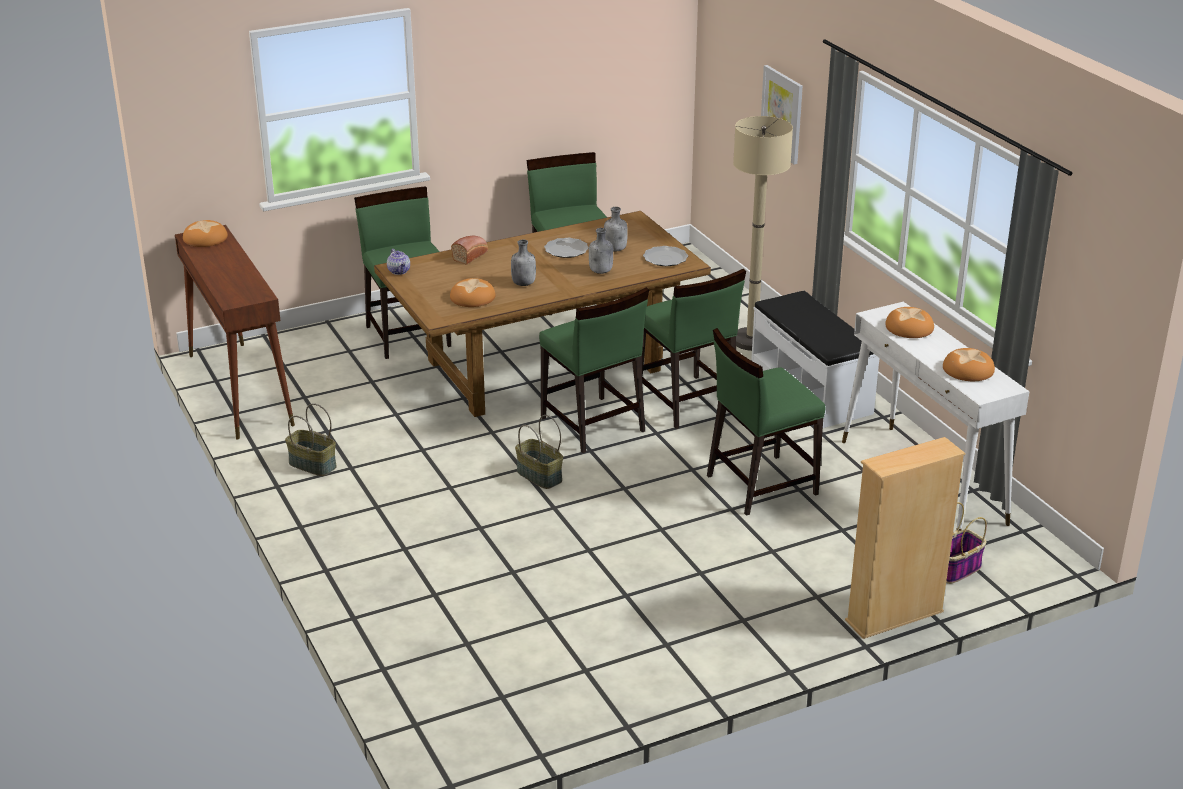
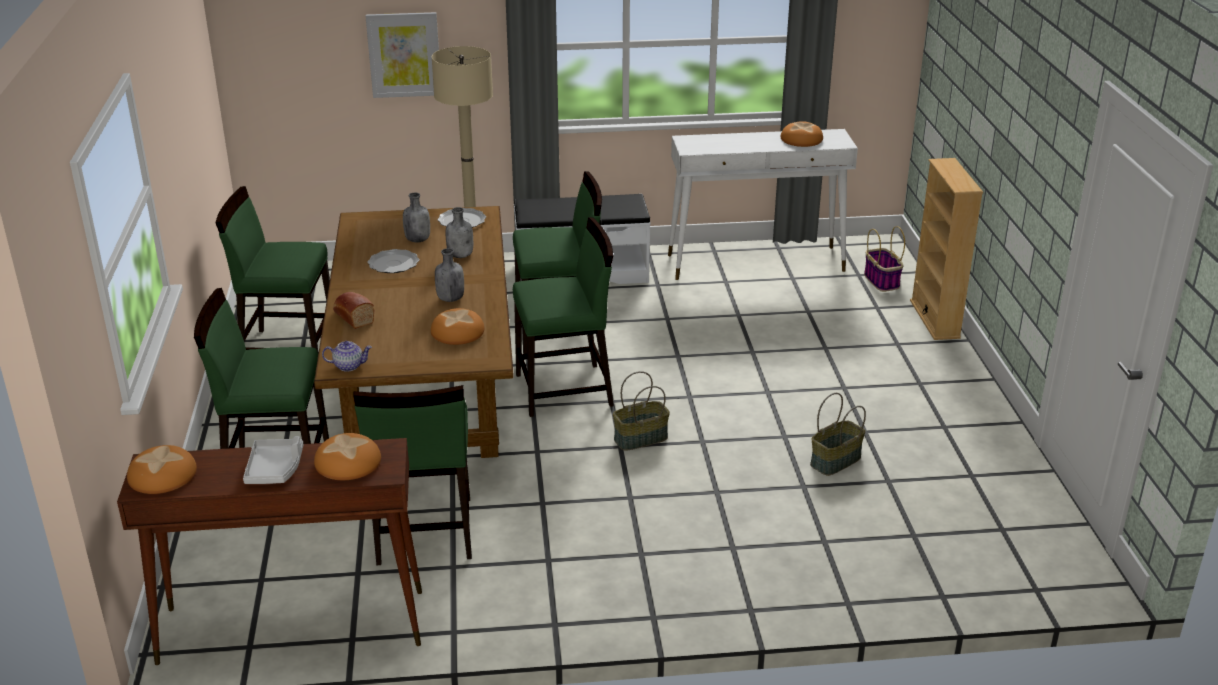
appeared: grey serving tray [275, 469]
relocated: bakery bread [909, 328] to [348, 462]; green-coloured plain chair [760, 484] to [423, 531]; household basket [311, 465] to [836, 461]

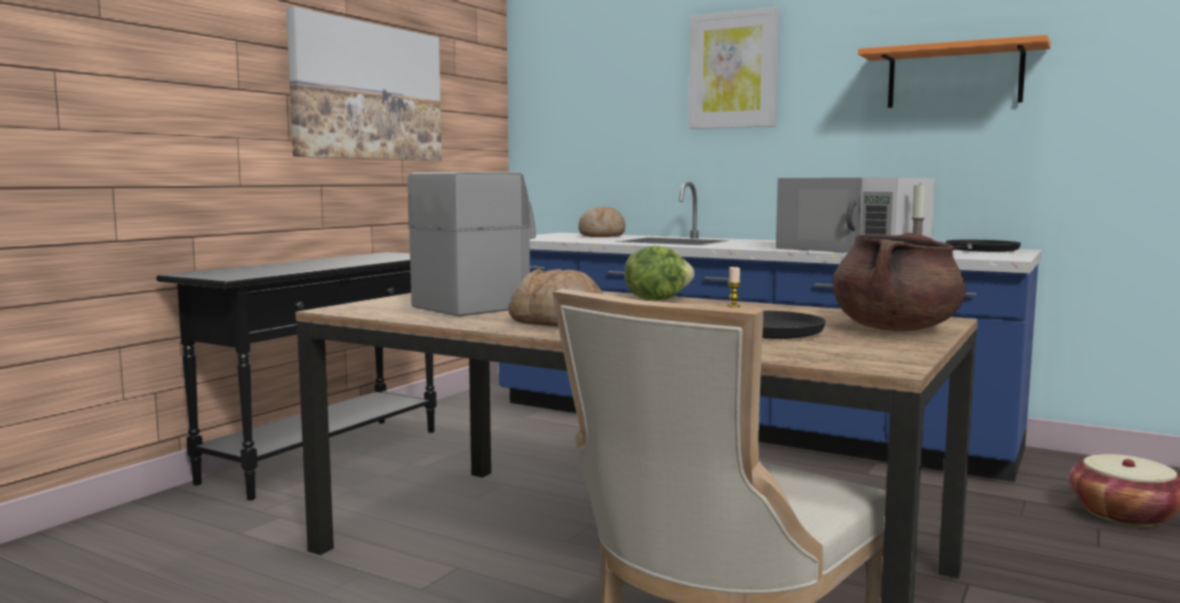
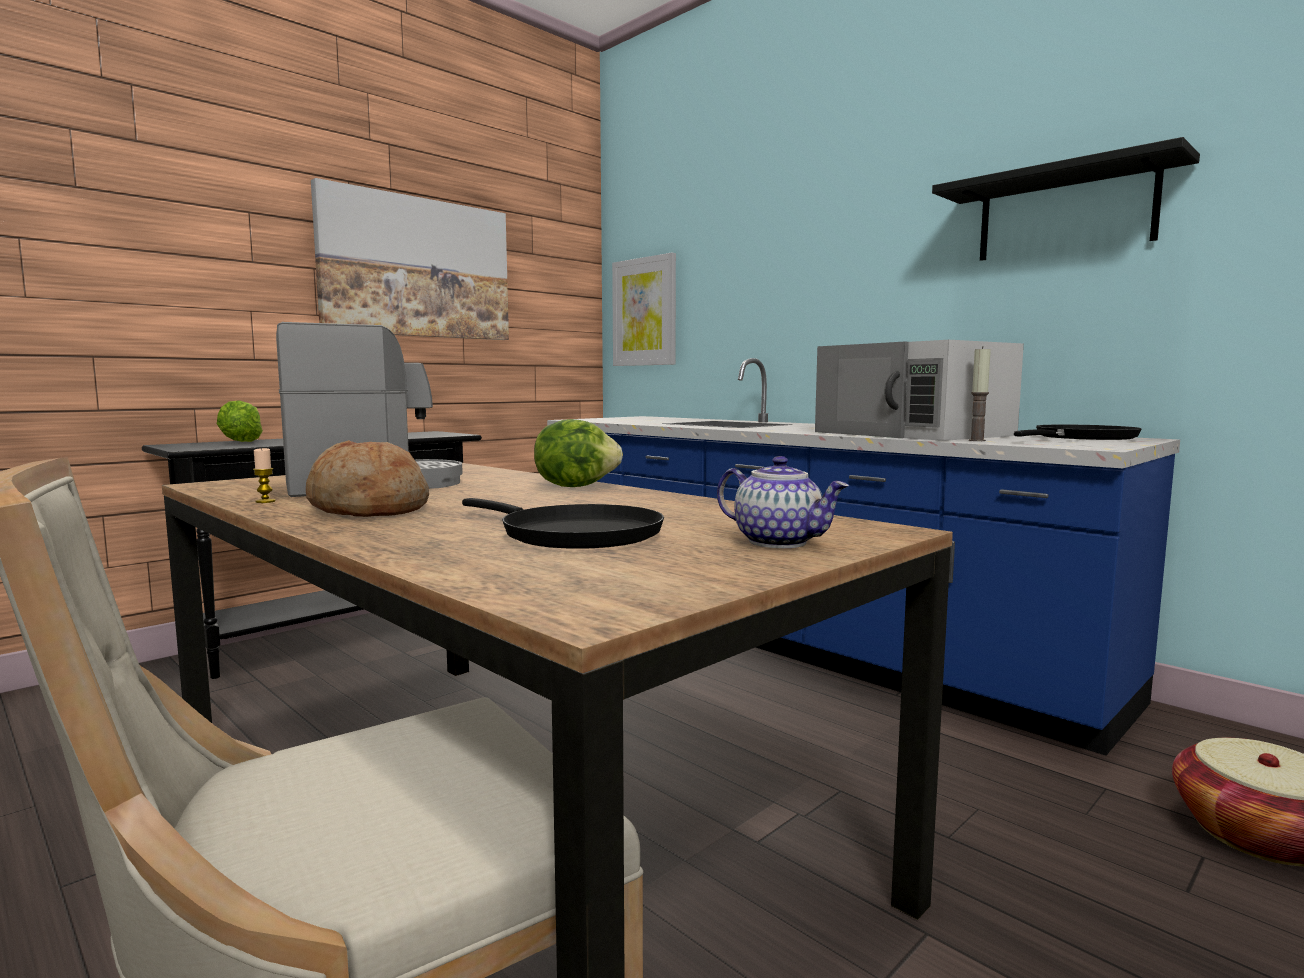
missing: bakery bread [602, 235]
appeared: lettuce head [241, 442]
relocated: wax candle [733, 306] to [265, 501]; picture [733, 70] to [644, 312]
exchanged: brown cooking pot [895, 329] to teapot [780, 542]
colour: orange shelf [954, 77] to black shelf [1065, 214]

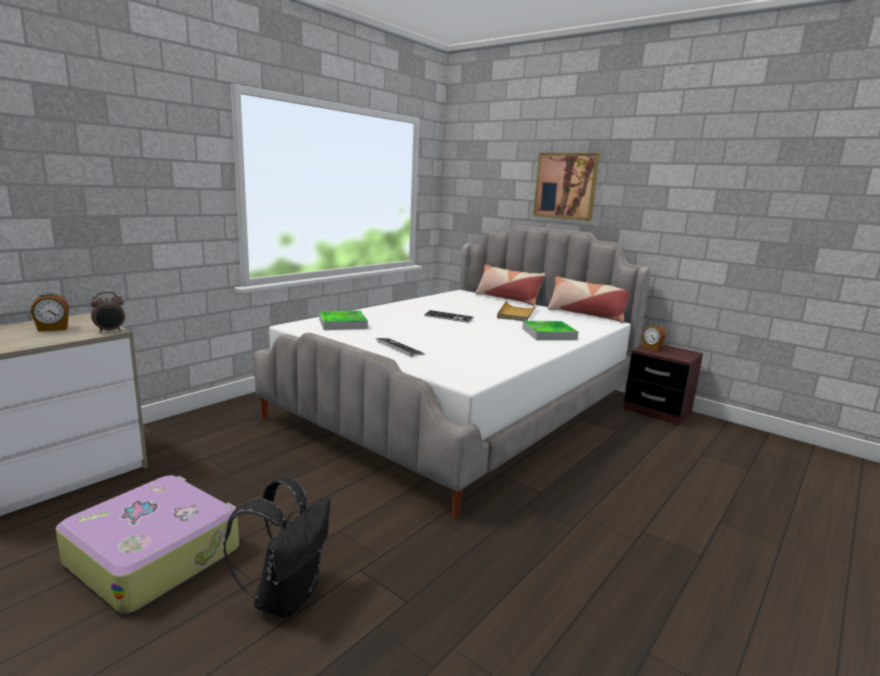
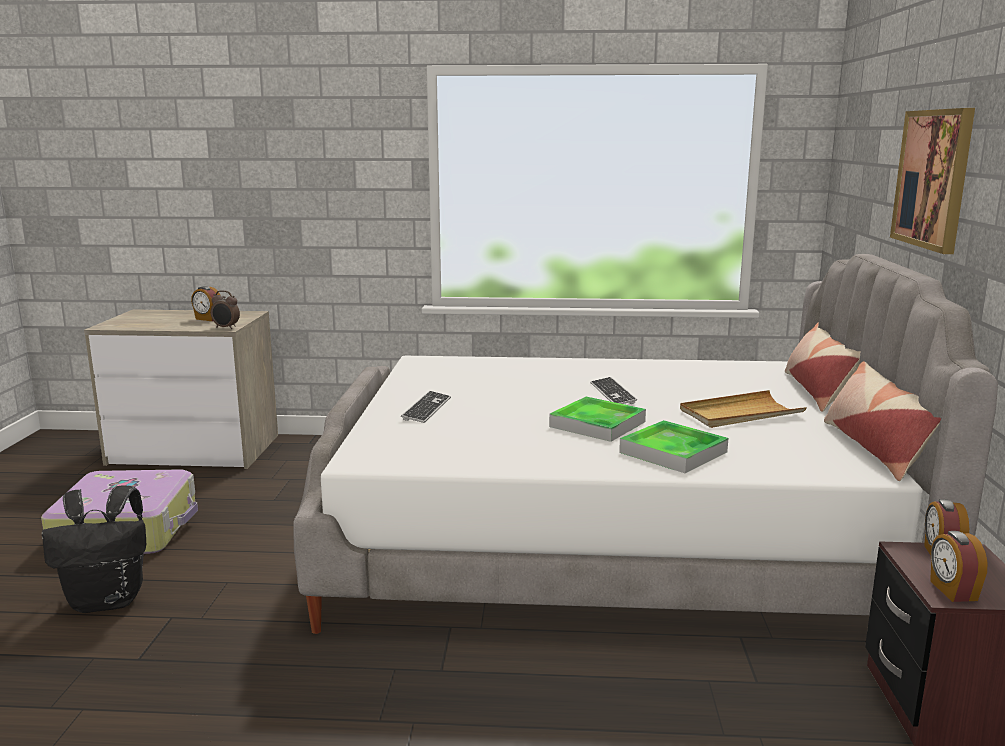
appeared: table clock [952, 591]
relocated: serving tray [342, 324] to [597, 424]

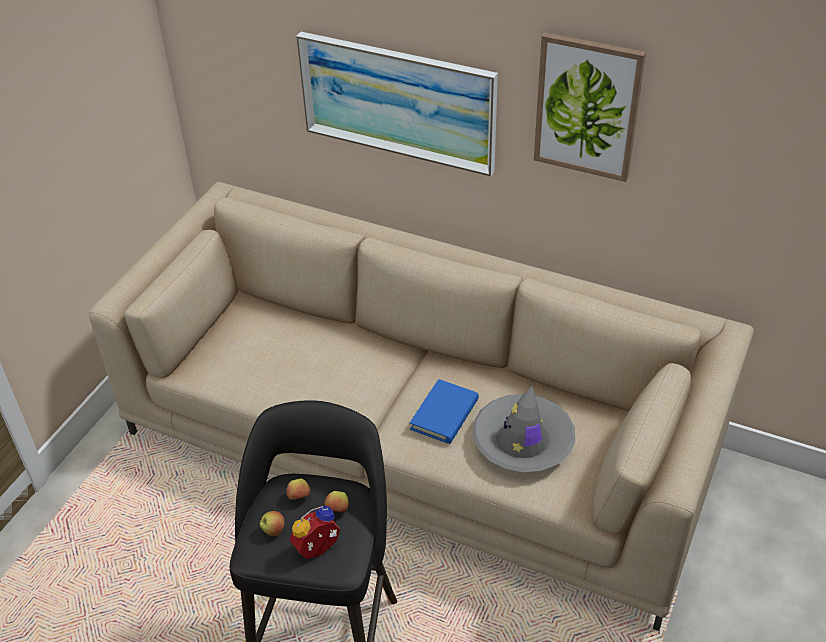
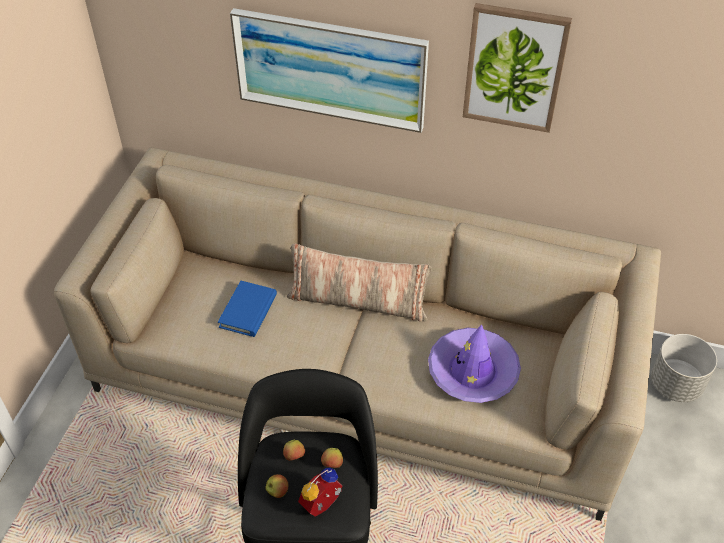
appeared: cushion [358, 301]; grey plant pot [676, 384]
relocated: blue-coloured bound book [444, 414] to [248, 311]
colour: grey clothing hat [523, 441] to purple clothing hat [473, 371]

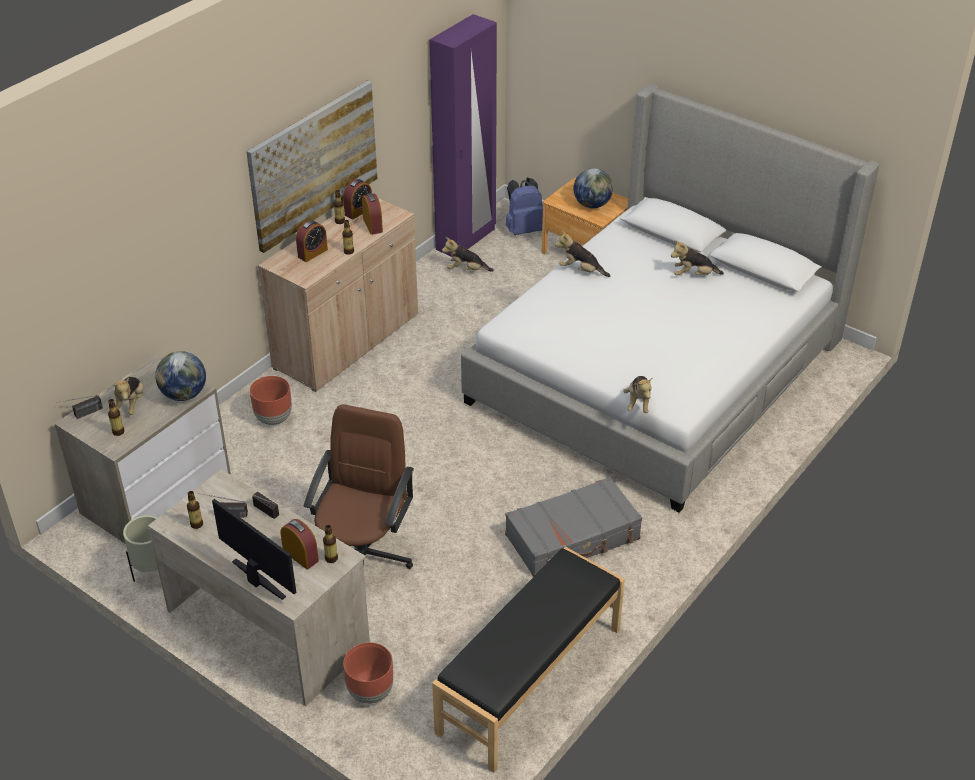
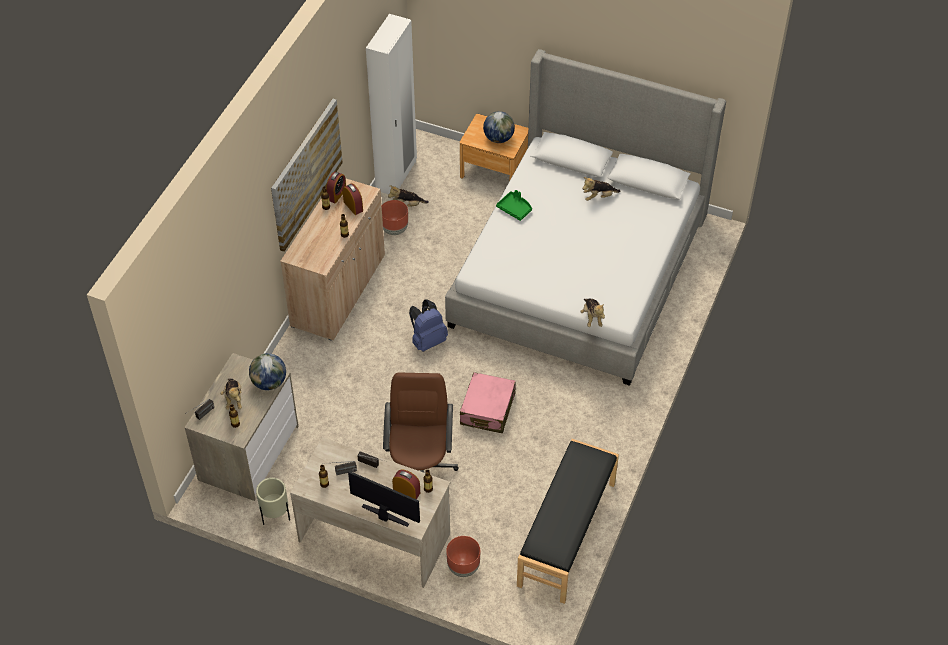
missing: table clock [312, 253]; grey suitcase [573, 538]
appeared: pink-coloured suitcase [487, 409]
relocated: brown plant pot [273, 419] to [394, 230]; blue-coloured rucksack [524, 229] to [427, 340]
exchanged: soft toy [581, 271] to green-coloured serving tray [515, 209]
colour: purple armoire [466, 240] to white-coloured armoire [396, 176]

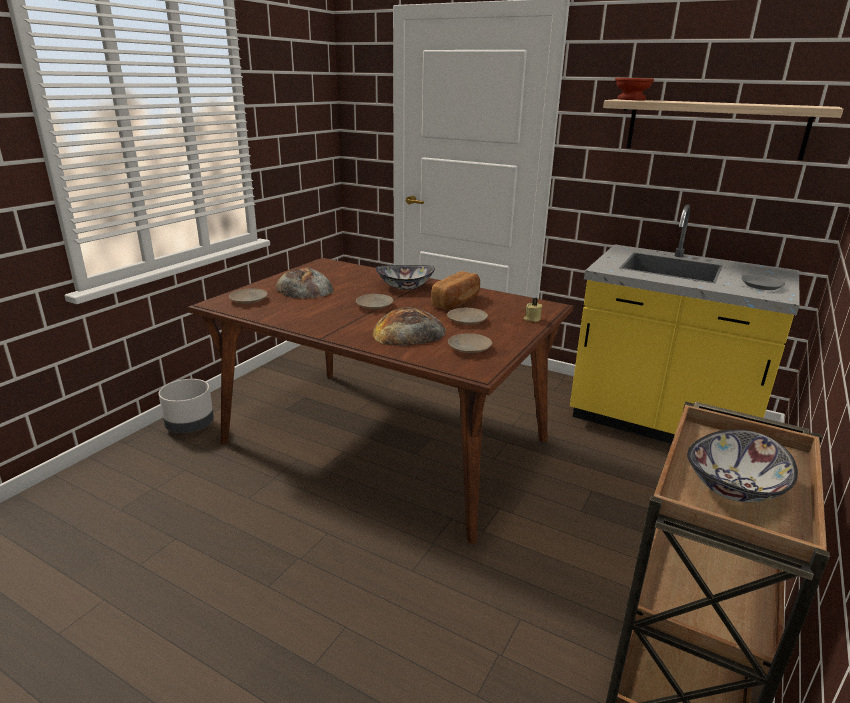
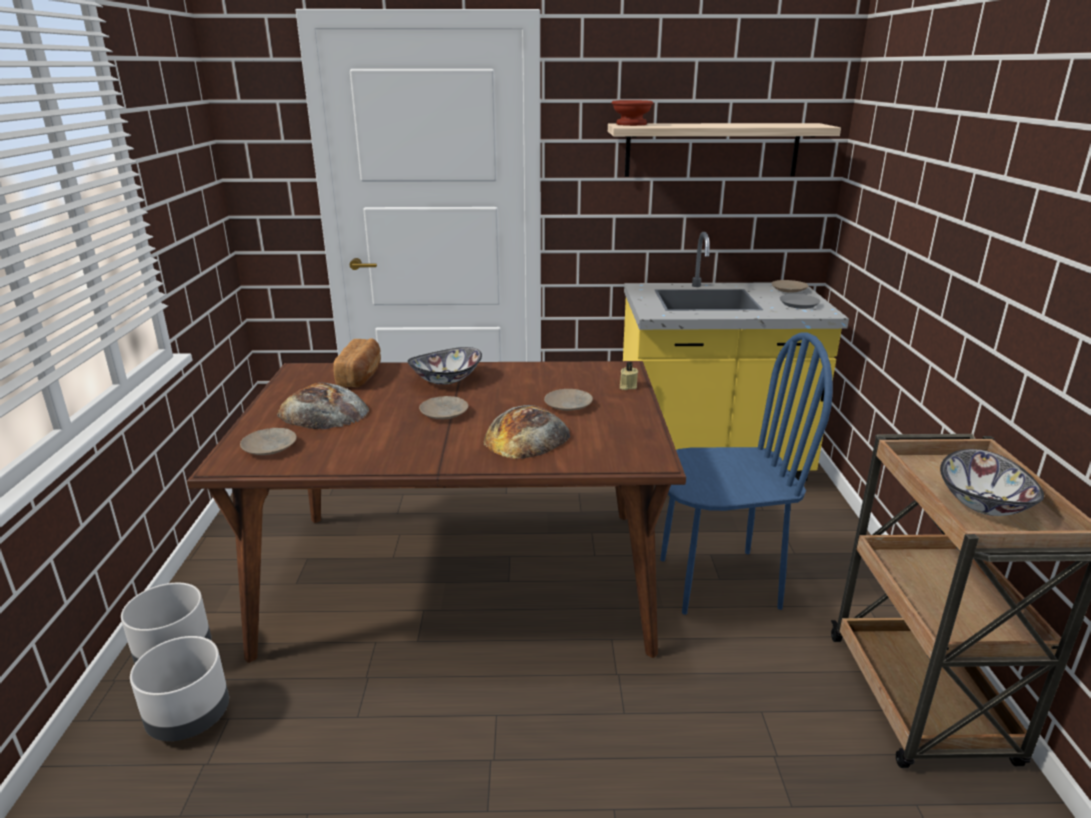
appeared: grey plant pot [189, 718]; blue-coloured plain chair [718, 582]
relocated: bakery bread [457, 302] to [361, 376]; sand-coloured flat dish [469, 348] to [788, 290]

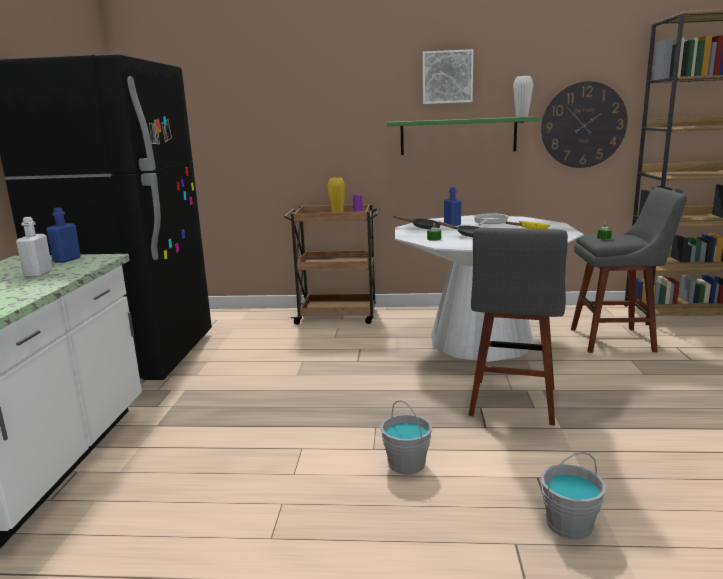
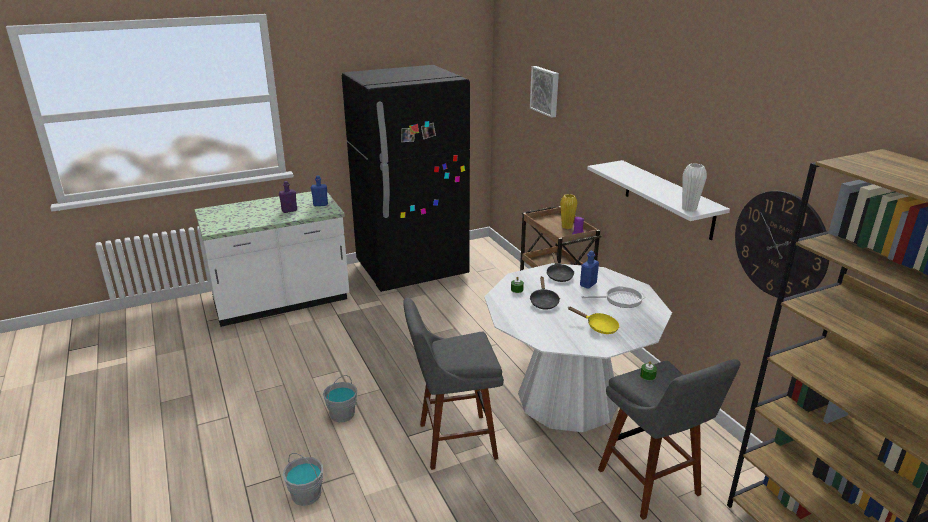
relocated: picture [447, 77] to [545, 91]
colour: white-coloured bottle [38, 274] to purple bottle [289, 210]; green-coloured shelf [458, 136] to white-coloured shelf [668, 199]

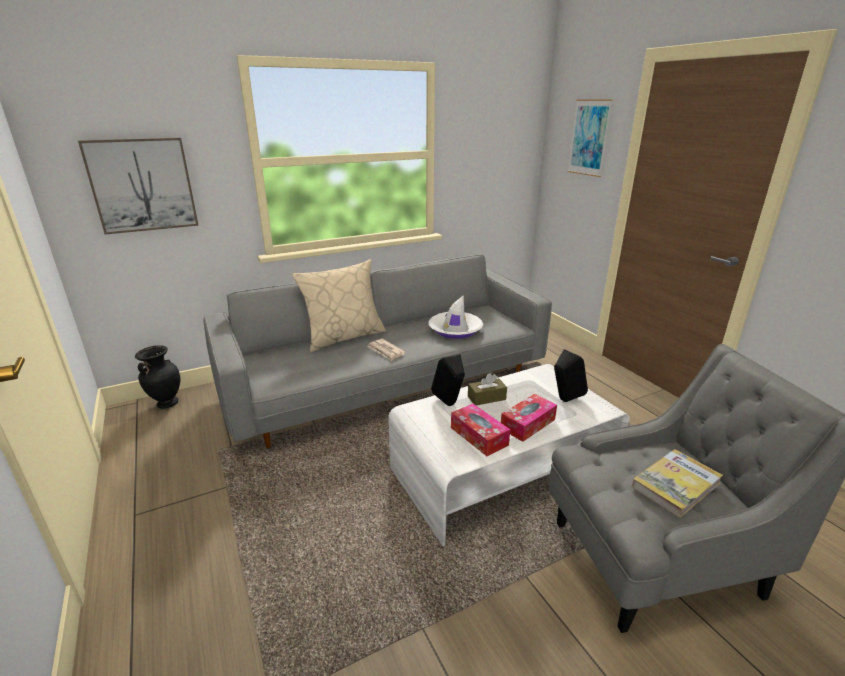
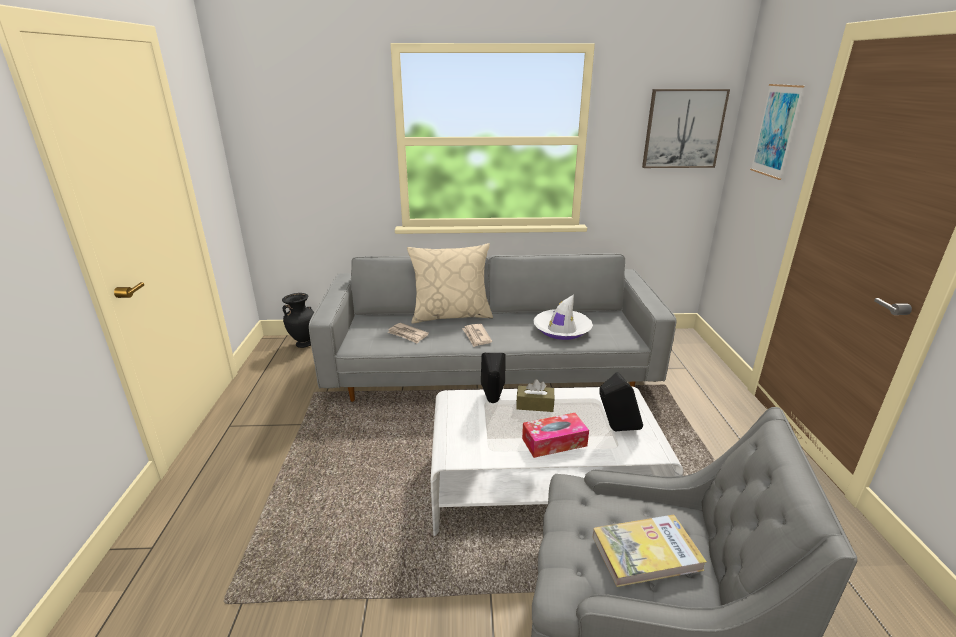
missing: tissue holder [479, 436]
appeared: newspaper [408, 334]
relocated: picture [142, 185] to [683, 129]

